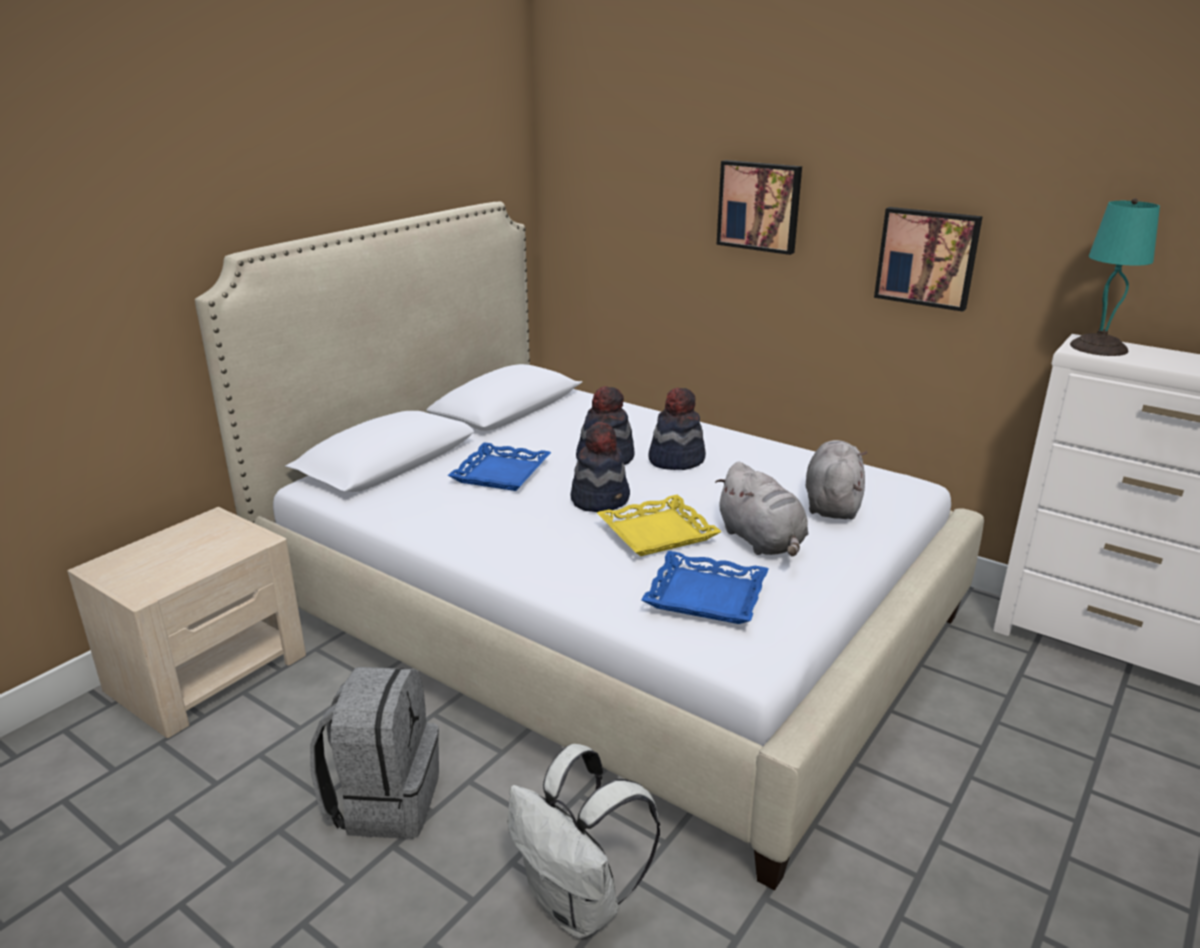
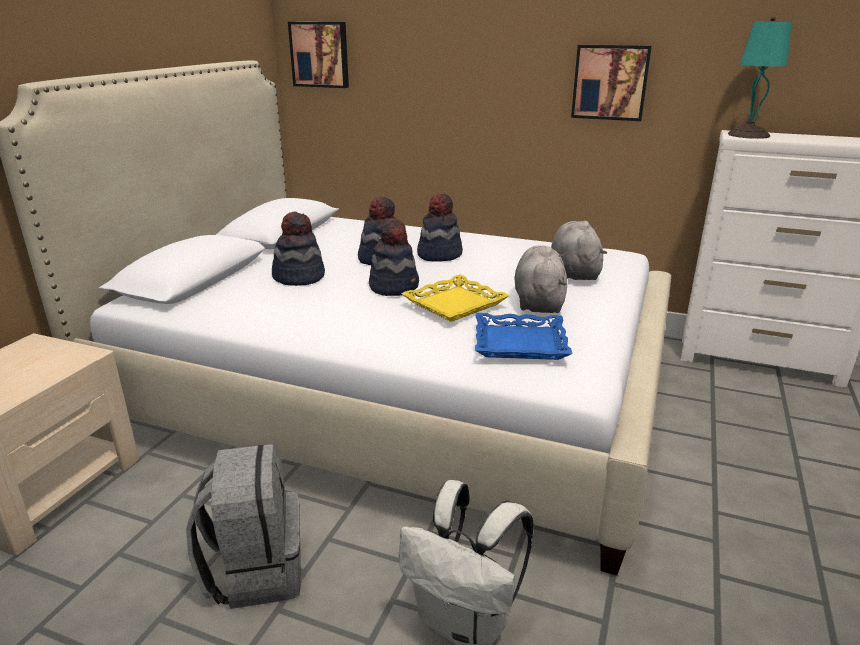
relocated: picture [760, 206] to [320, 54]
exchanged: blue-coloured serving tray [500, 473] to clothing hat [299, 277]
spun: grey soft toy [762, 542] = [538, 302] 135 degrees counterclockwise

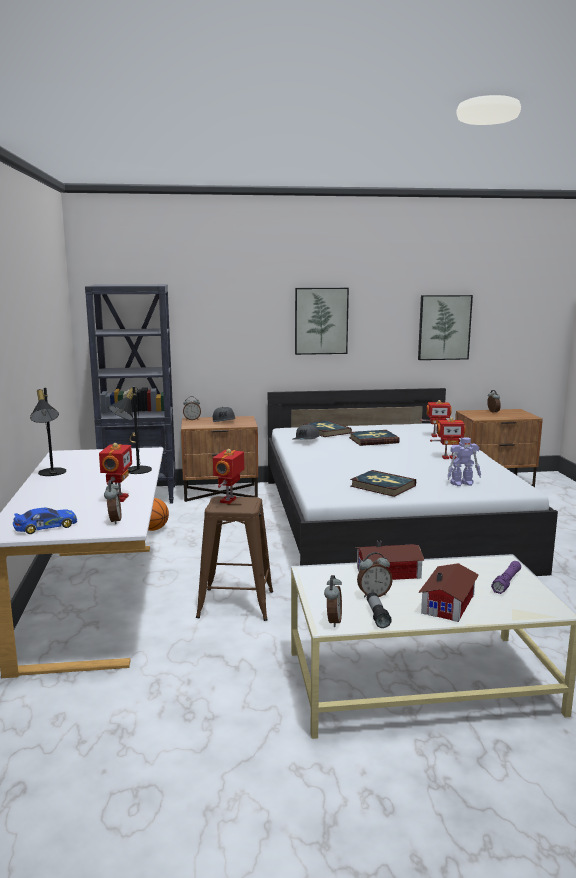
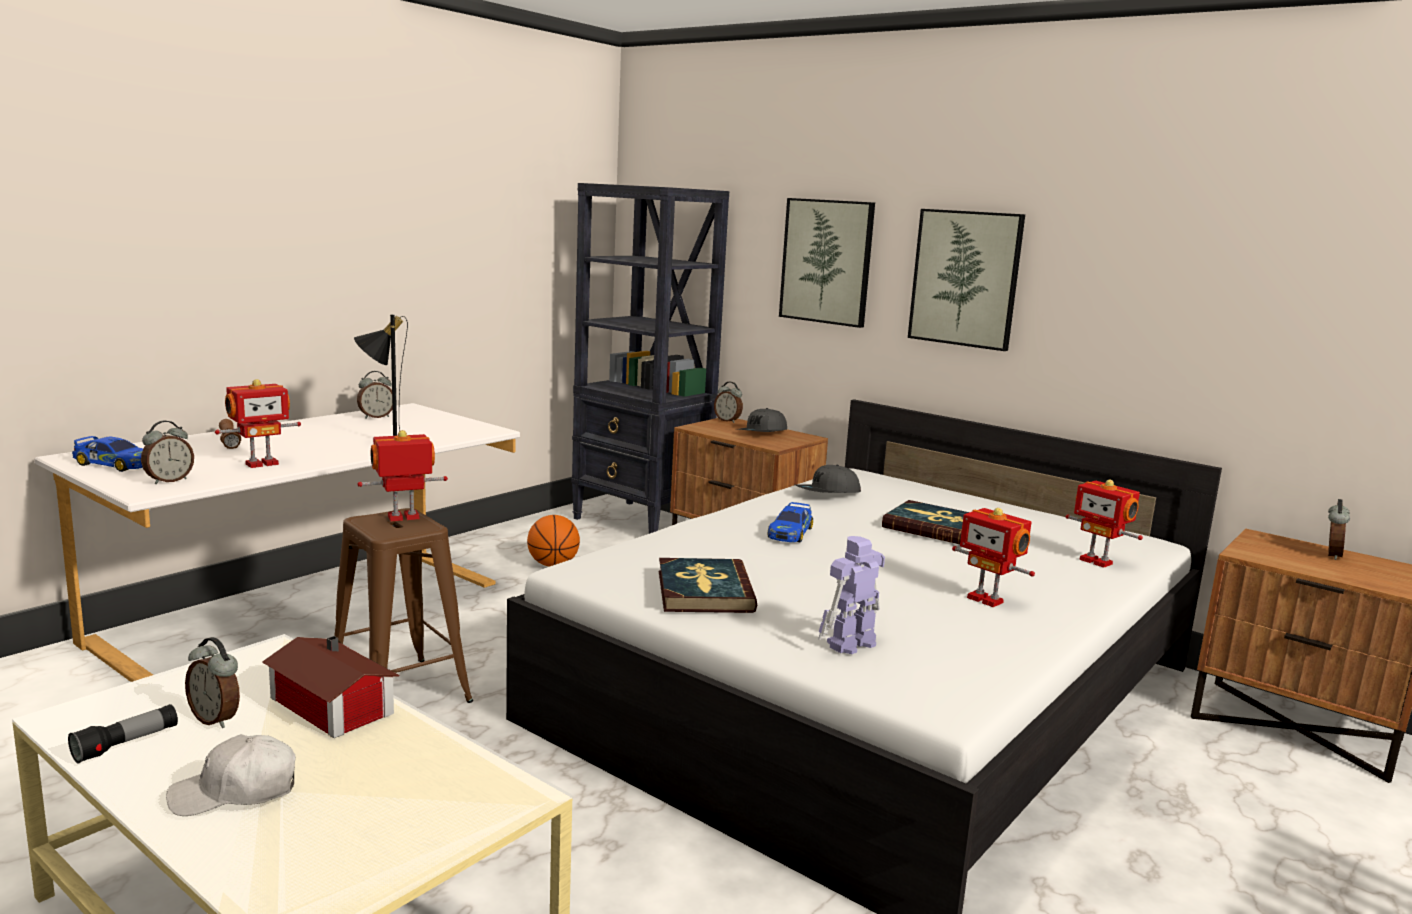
missing: black tabletop lamp [51, 473]; bound book [326, 431]; purple torch [506, 582]
appeared: brown torch [229, 441]; toy car [790, 532]
relocated: table clock [332, 621] to [376, 417]; picture [444, 327] to [827, 261]
exchanged: model house [450, 603] to white-coloured cap [235, 793]
spun: toy robot [462, 483] = [850, 644] 105 degrees clockwise

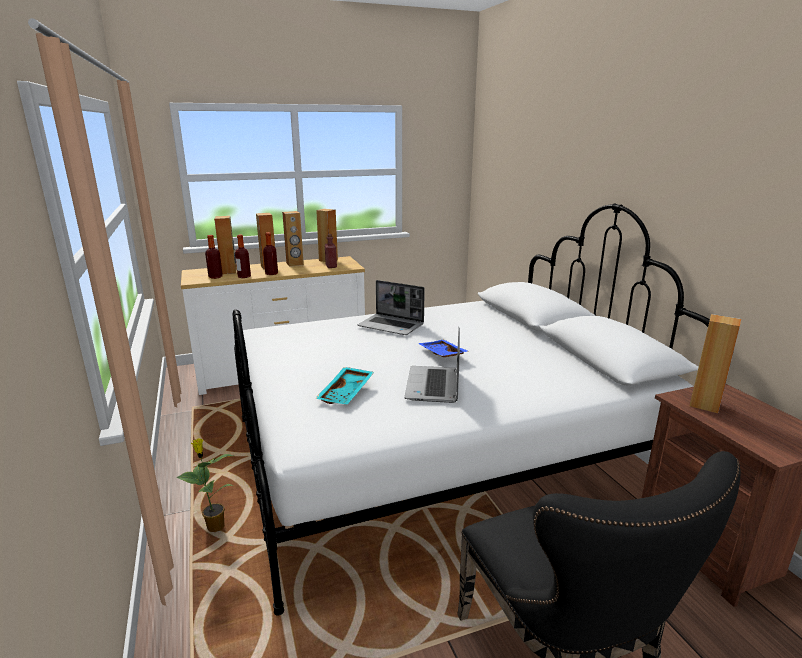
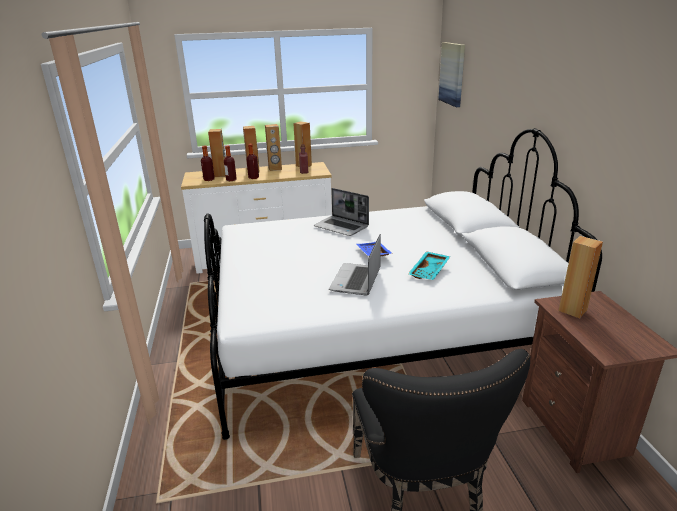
missing: potted plant [214, 527]
appeared: picture [452, 74]
relocated: turquoise serving tray [347, 393] to [430, 271]

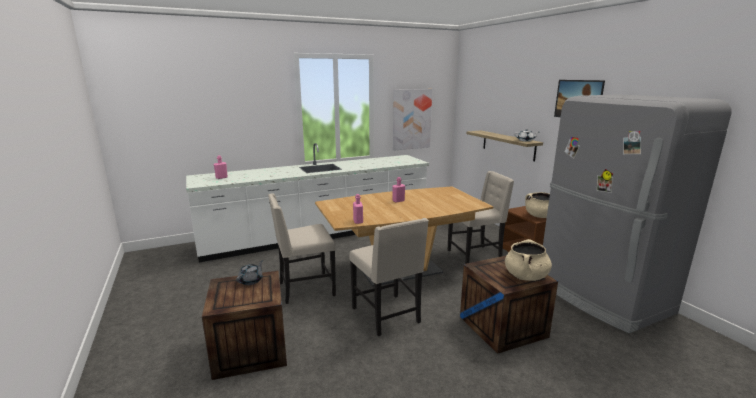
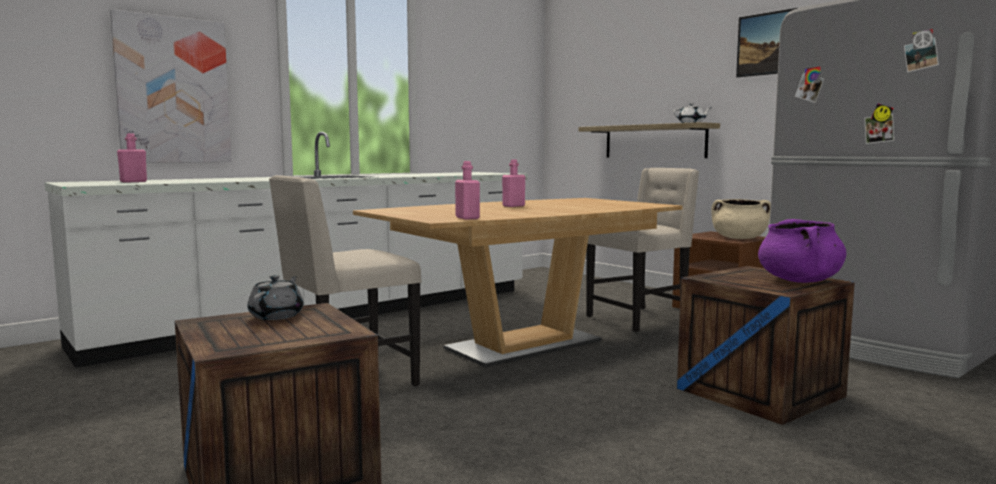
missing: sand-coloured plain chair [387, 316]
relocated: picture [411, 119] to [173, 90]
colour: sand-coloured cooking pot [526, 276] to purple cooking pot [799, 281]

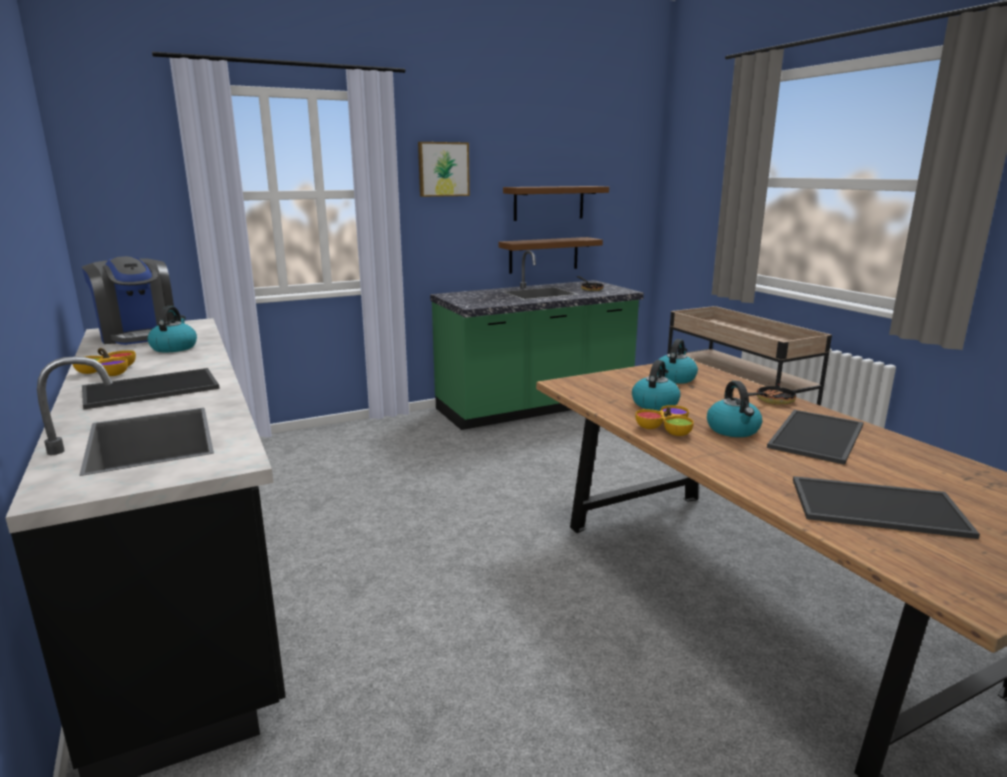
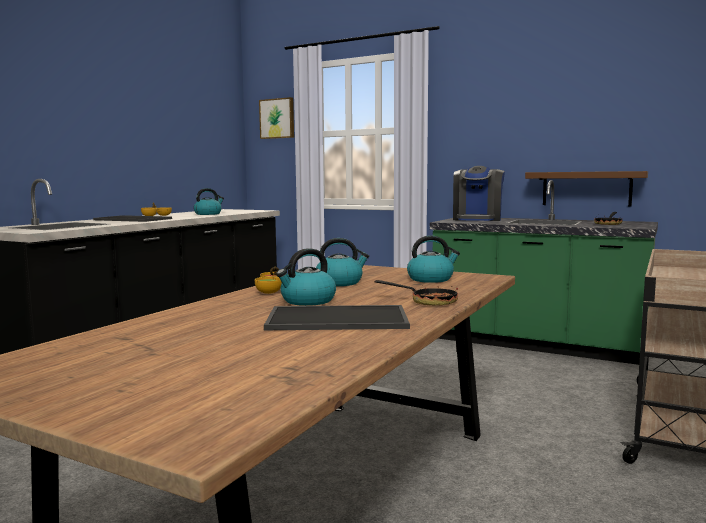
missing: brown shelf [549, 203]; serving tray [878, 506]
relocated: picture [443, 169] to [277, 118]; coffee brewer [139, 335] to [477, 219]

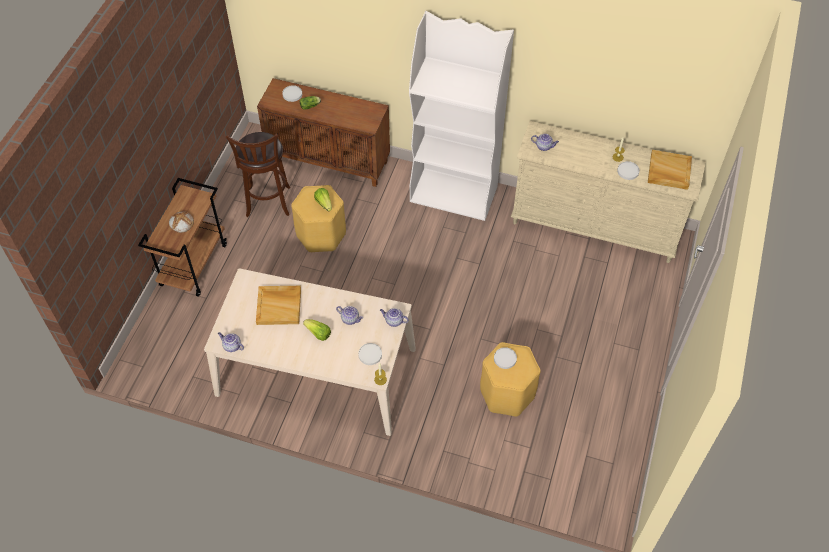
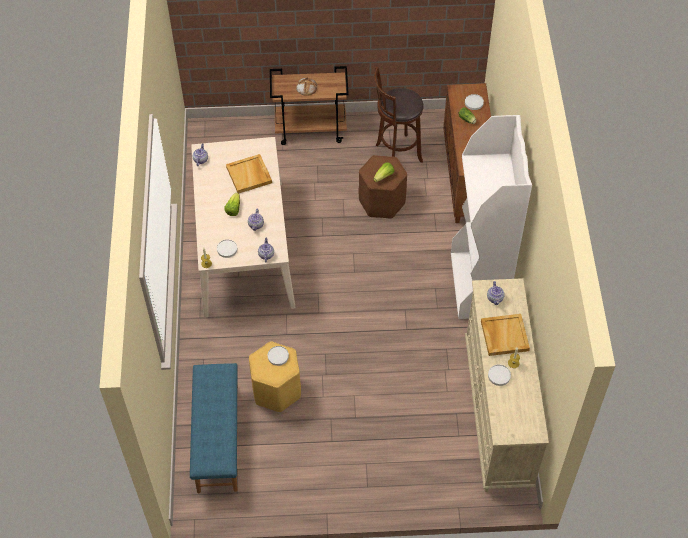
appeared: blue-coloured indoor bench [217, 438]
relocated: sand-coloured serving tray [668, 171] to [504, 335]
colour: yellow sitting stool [321, 234] to brown sitting stool [382, 202]

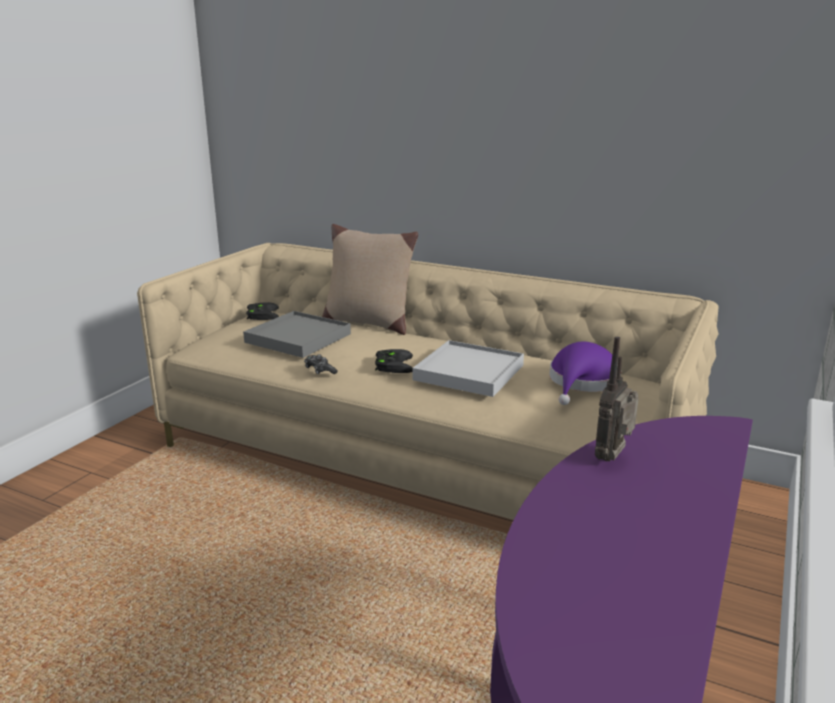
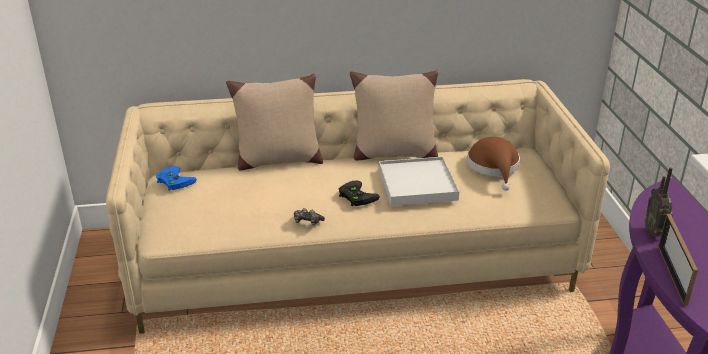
missing: grey serving tray [298, 338]
appeared: sand-coloured cushion [393, 154]; standing frame [672, 274]
colour: black joypad [261, 314] to blue-coloured joypad [173, 181]; purple clothing hat [582, 382] to brown clothing hat [494, 167]

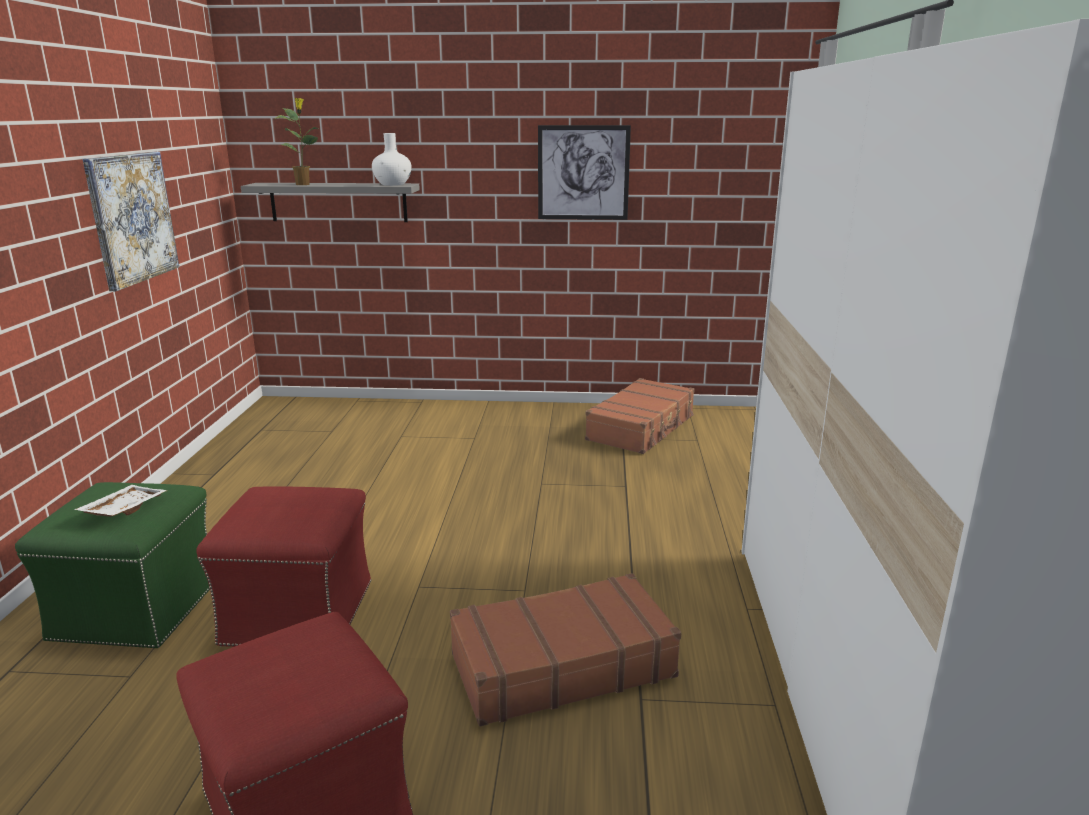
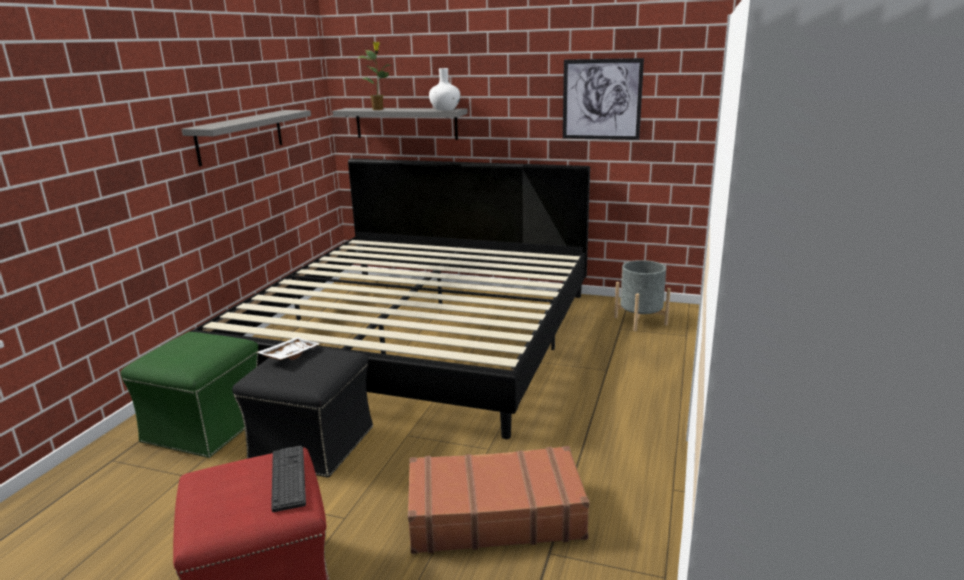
appeared: bedroom bed [418, 335]; PC keyboard [288, 478]
relocated: white-coloured serving tray [123, 509] to [289, 355]
exchanged: picture [132, 218] to grey shelf [240, 136]; brown suitcase [642, 428] to grey plant pot [640, 321]
colour: red-coloured ottoman [300, 613] to black ottoman [314, 444]

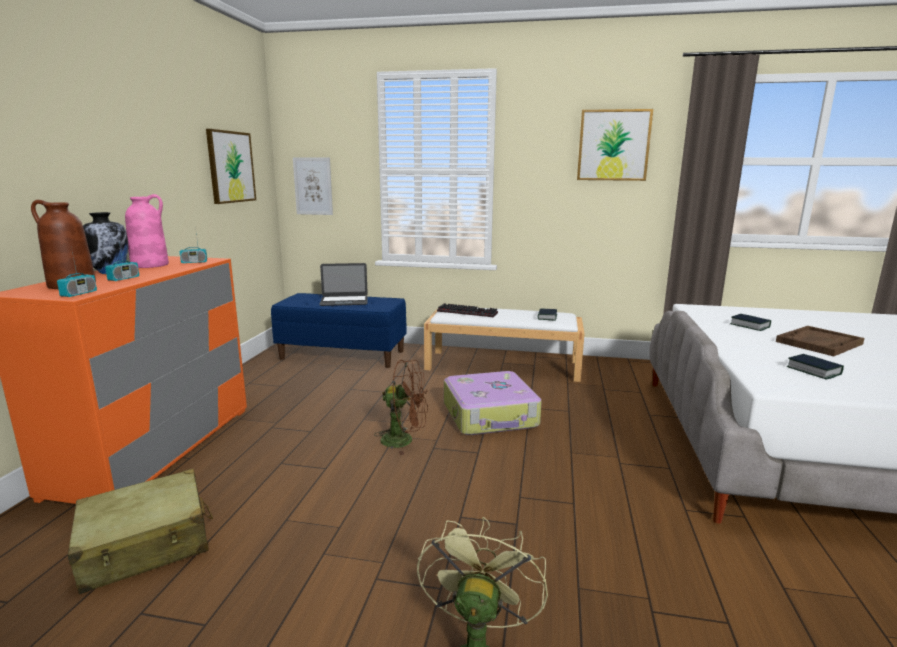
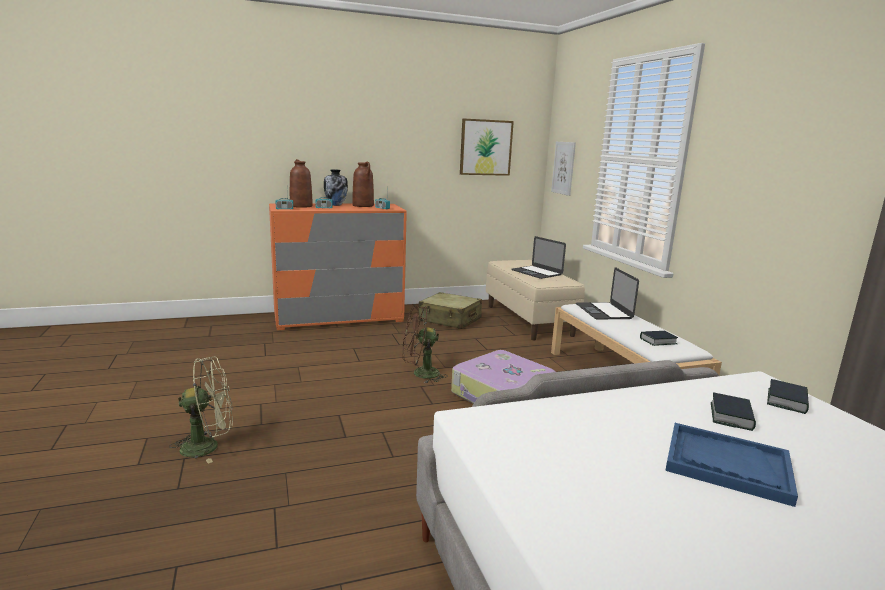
missing: picture [613, 145]
relocated: sand-coloured suitcase [146, 544] to [450, 320]; bound book [813, 371] to [787, 401]
exchanged: PC keyboard [468, 312] to notebook computer [603, 311]
colour: pink-coloured vase [151, 265] to brown vase [363, 205]; blue-coloured indoor bench [343, 355] to sand-coloured indoor bench [529, 320]; brown serving tray [819, 343] to blue-coloured serving tray [727, 465]
spun: brown electric fan [404, 440] = [420, 374] 105 degrees clockwise

